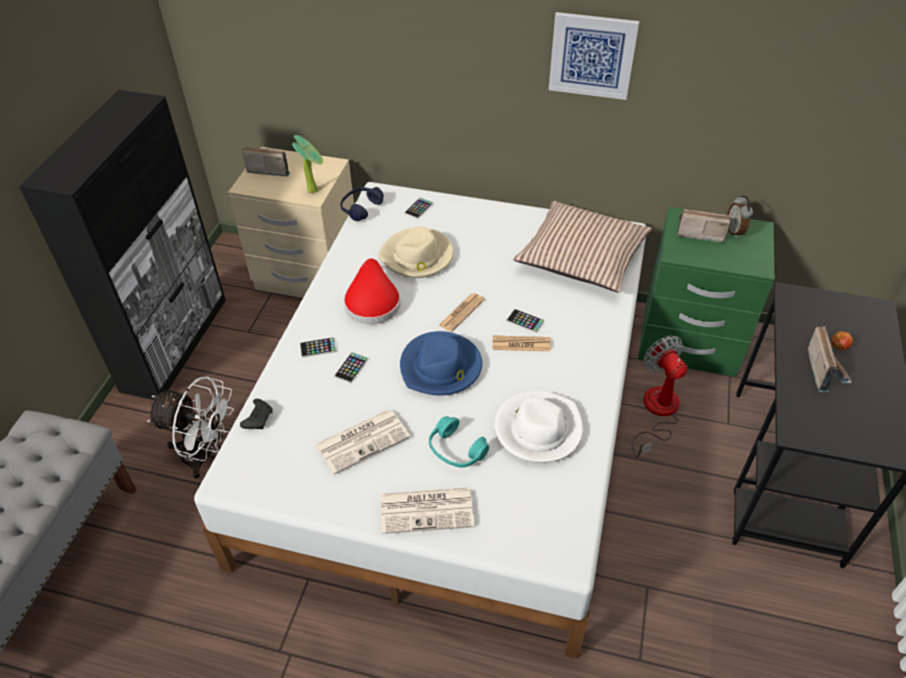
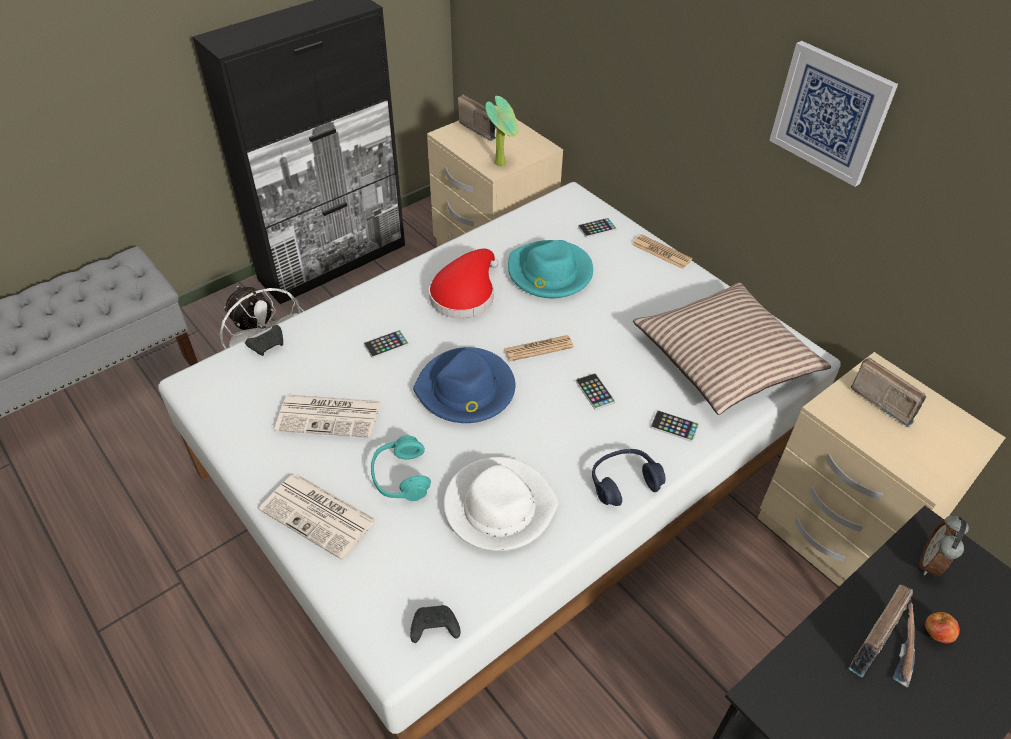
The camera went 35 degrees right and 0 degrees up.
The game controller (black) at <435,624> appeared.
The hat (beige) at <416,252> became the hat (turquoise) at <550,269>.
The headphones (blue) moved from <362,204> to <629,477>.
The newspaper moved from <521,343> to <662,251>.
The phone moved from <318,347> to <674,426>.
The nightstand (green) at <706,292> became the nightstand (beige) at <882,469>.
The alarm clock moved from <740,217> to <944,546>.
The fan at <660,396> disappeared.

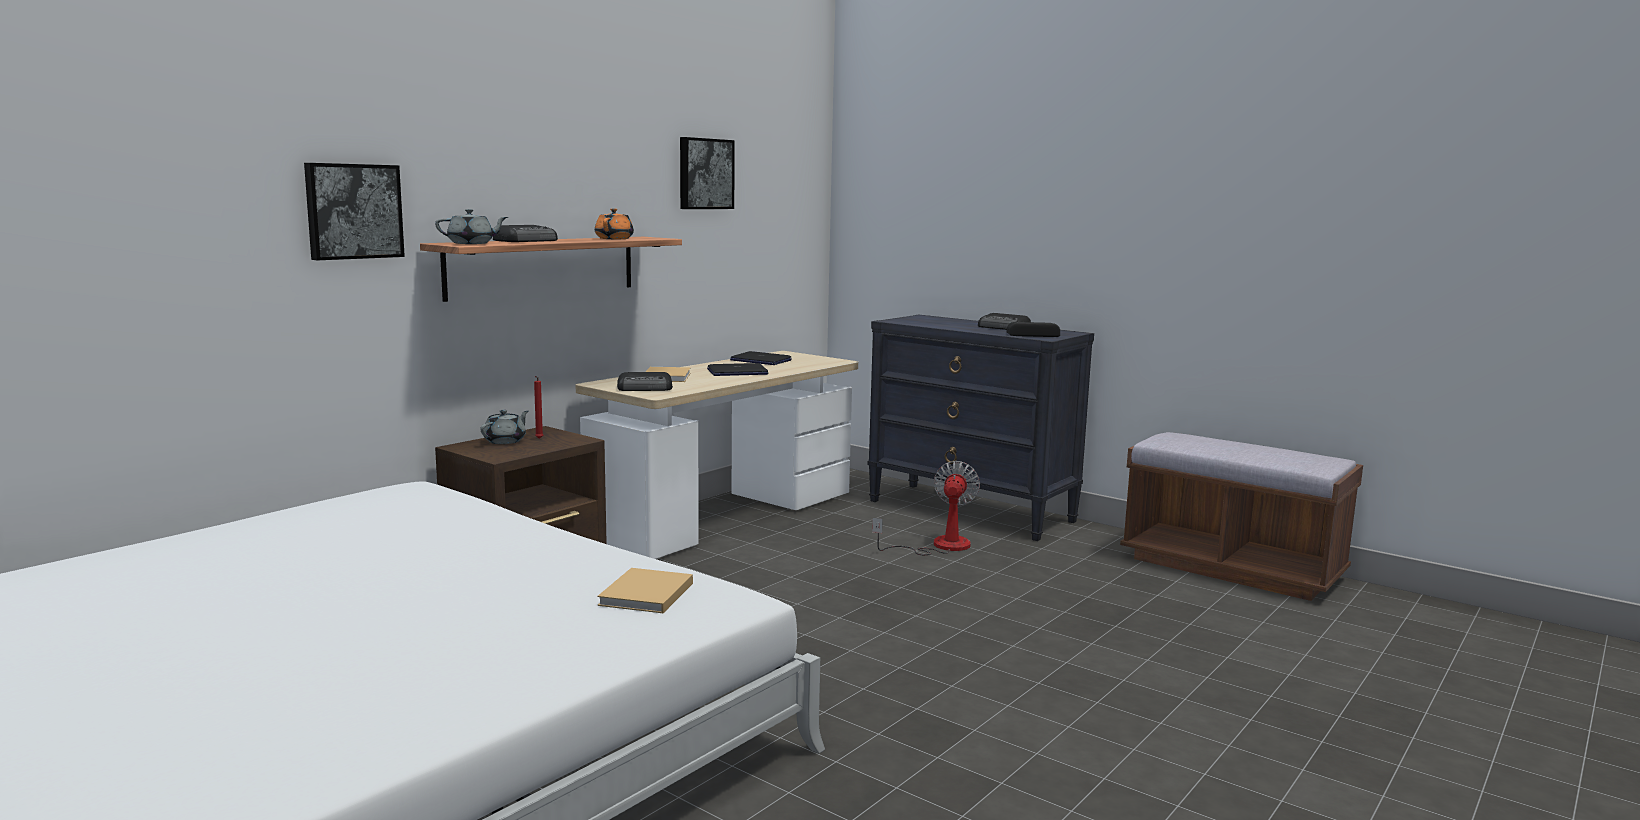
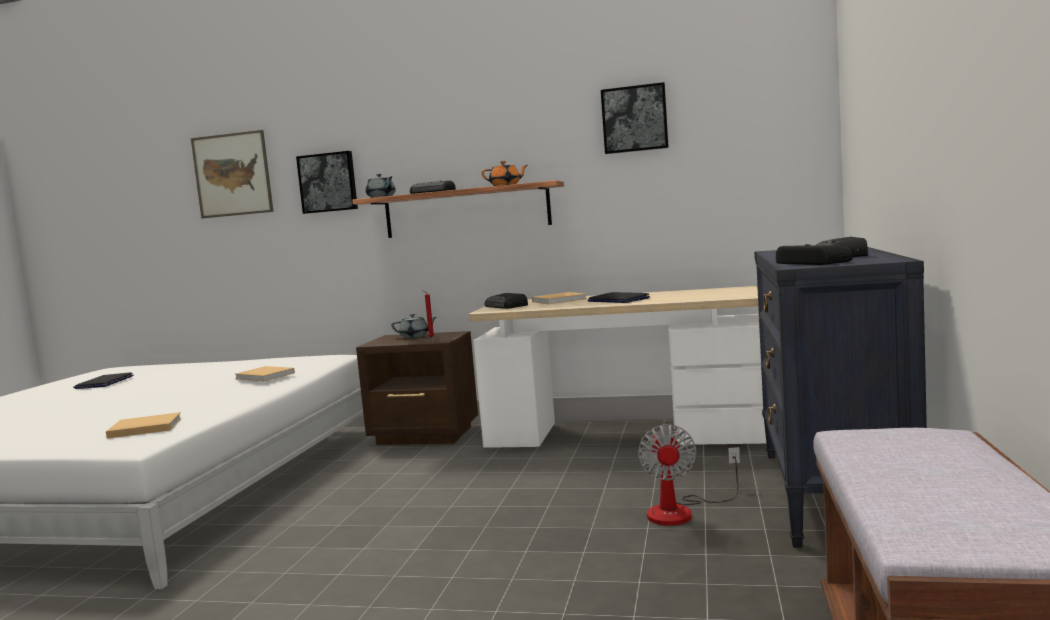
The camera went 65 degrees right and 5 degrees down.
The laptop moved from <761,358> to <103,380>.
The picture at <232,174> appeared.
The book (beige) at <265,373> appeared.
The fan at <926,508> turned 105 degrees clockwise.

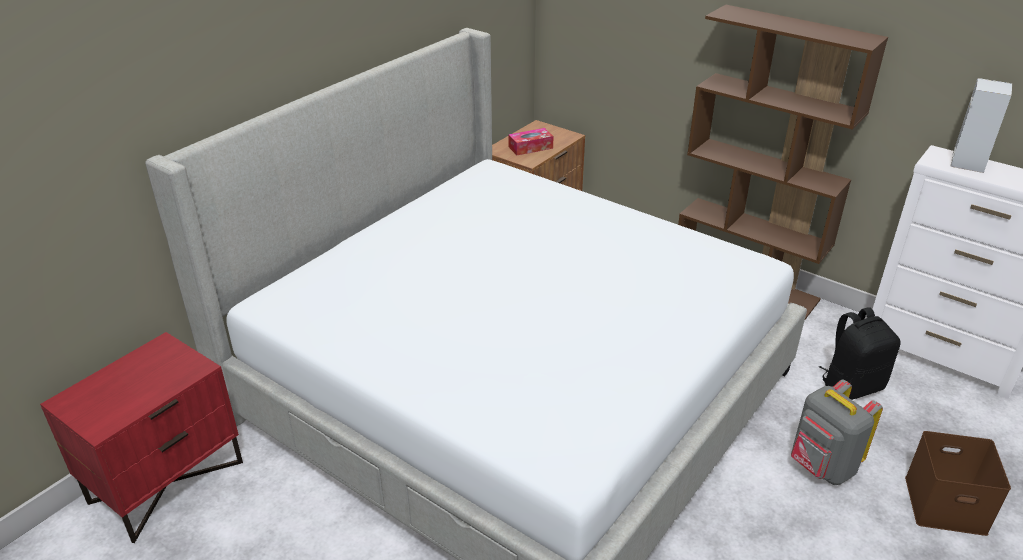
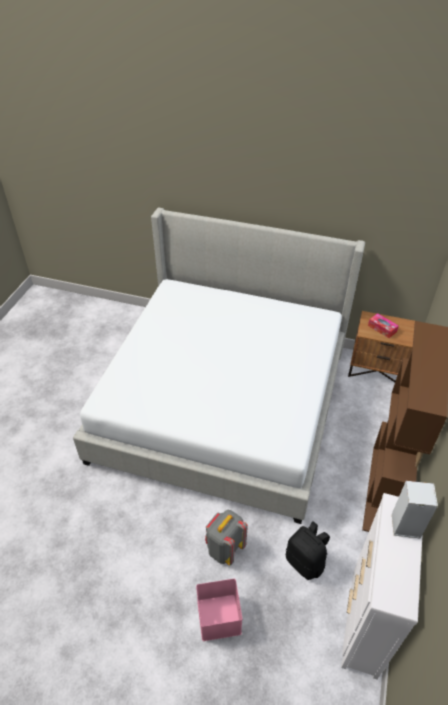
The camera went 70 degrees right and 10 degrees up.
The storage box (brown) at <958,483> became the storage box (pink) at <219,610>.
The nightstand (red) at <141,437> disappeared.

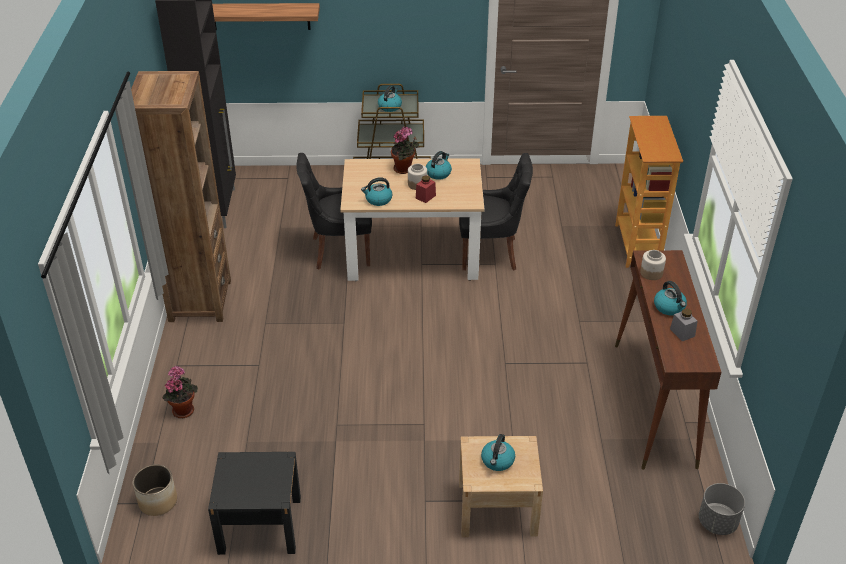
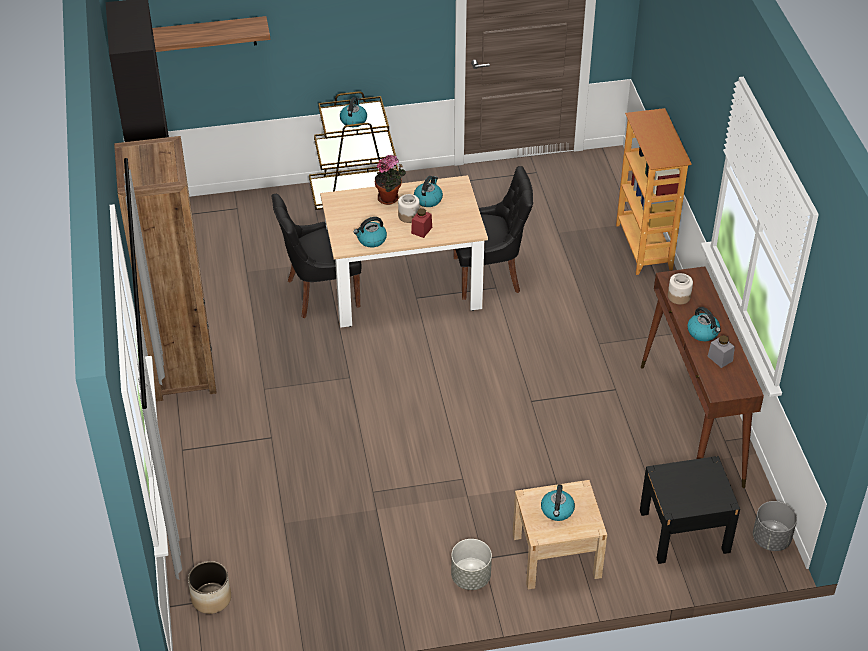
The camera went 10 degrees left and 5 degrees up.
The planter (grey) at <471,564> appeared.
The nightstand (black) moved from <254,503> to <690,510>.
The potted plant at <180,392> disappeared.

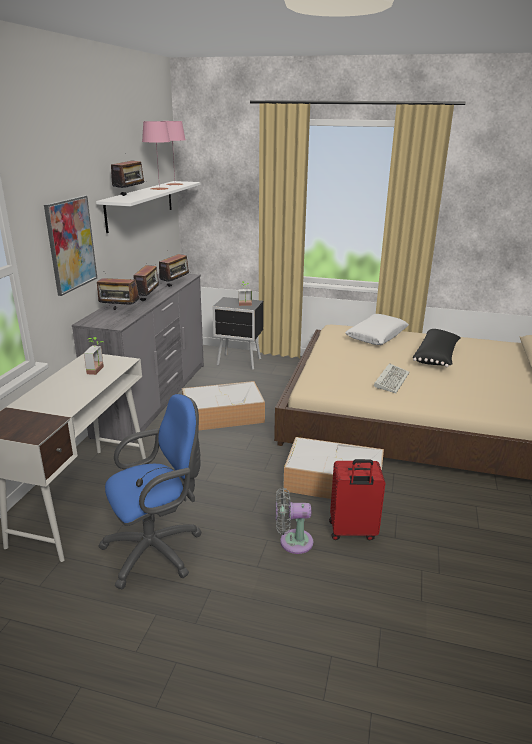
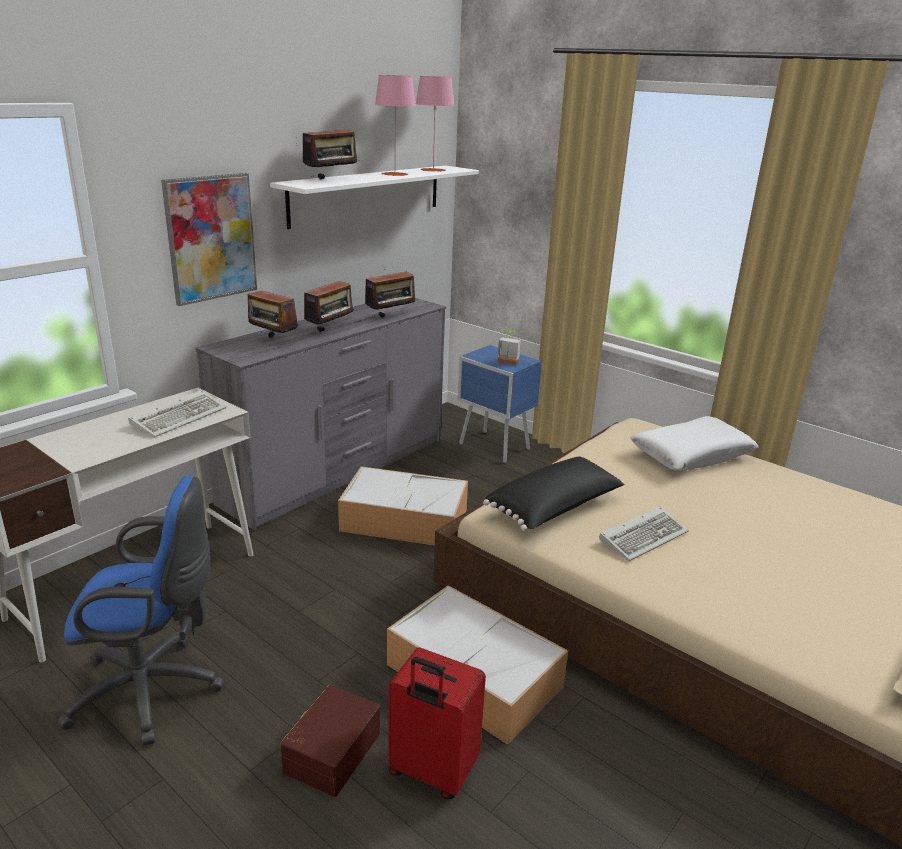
The camera went 25 degrees right and 0 degrees up.
The potted plant at <94,356> was replaced by the keyboard at <177,414>.
The fan (grey) at <294,520> was replaced by the storage box (brown) at <330,741>.
The nightstand (black) at <238,333> became the nightstand (blue) at <500,404>.
The pillow (black) moved from <437,348> to <554,493>.

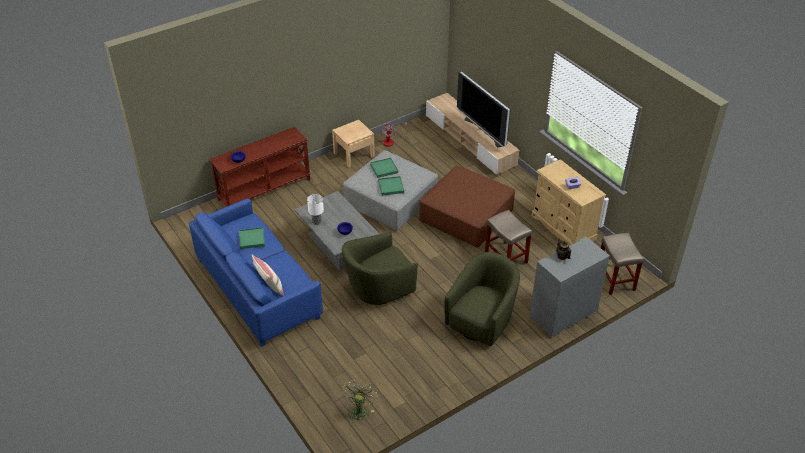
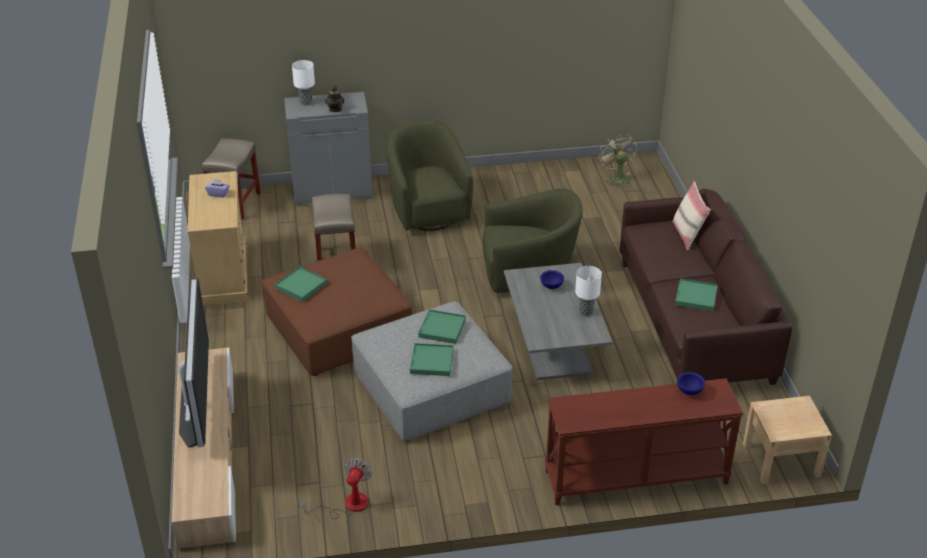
The camera went 155 degrees left and 5 degrees down.
The tray (green) at <301,284> appeared.
The table lamp at <303,83> appeared.
The armchair (green) at <482,299> turned 105 degrees clockwise.
The fan (green) at <360,401> turned 120 degrees clockwise.
The sofa (blue) at <256,273> became the sofa (brown) at <706,286>.
The nightstand (beige) moved from <353,144> to <787,440>.

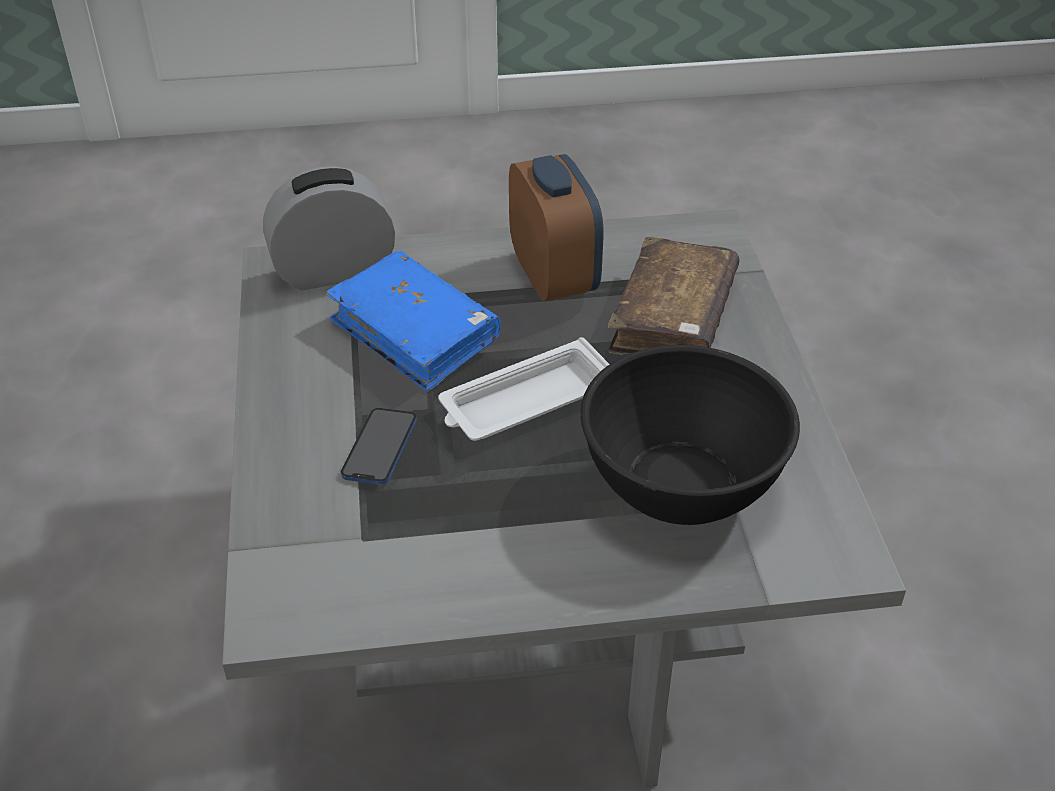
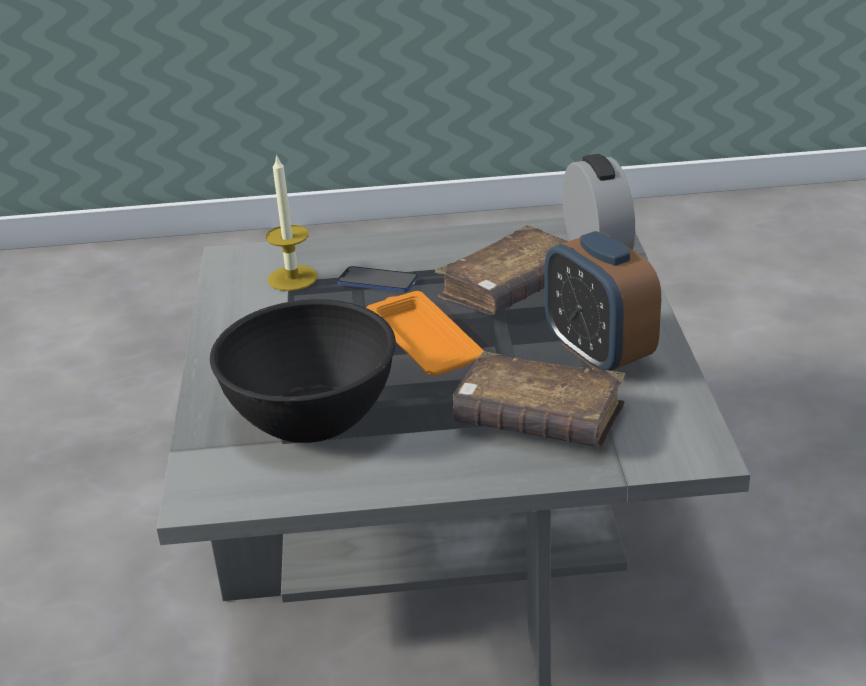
The camera went 95 degrees right and 10 degrees down.
The candle at <291,222> appeared.
The tray (white) at <523,389> became the tray (orange) at <425,333>.
The book (blue) at <413,321> became the book (brown) at <501,270>.
The alarm clock at <556,227> turned 75 degrees clockwise.

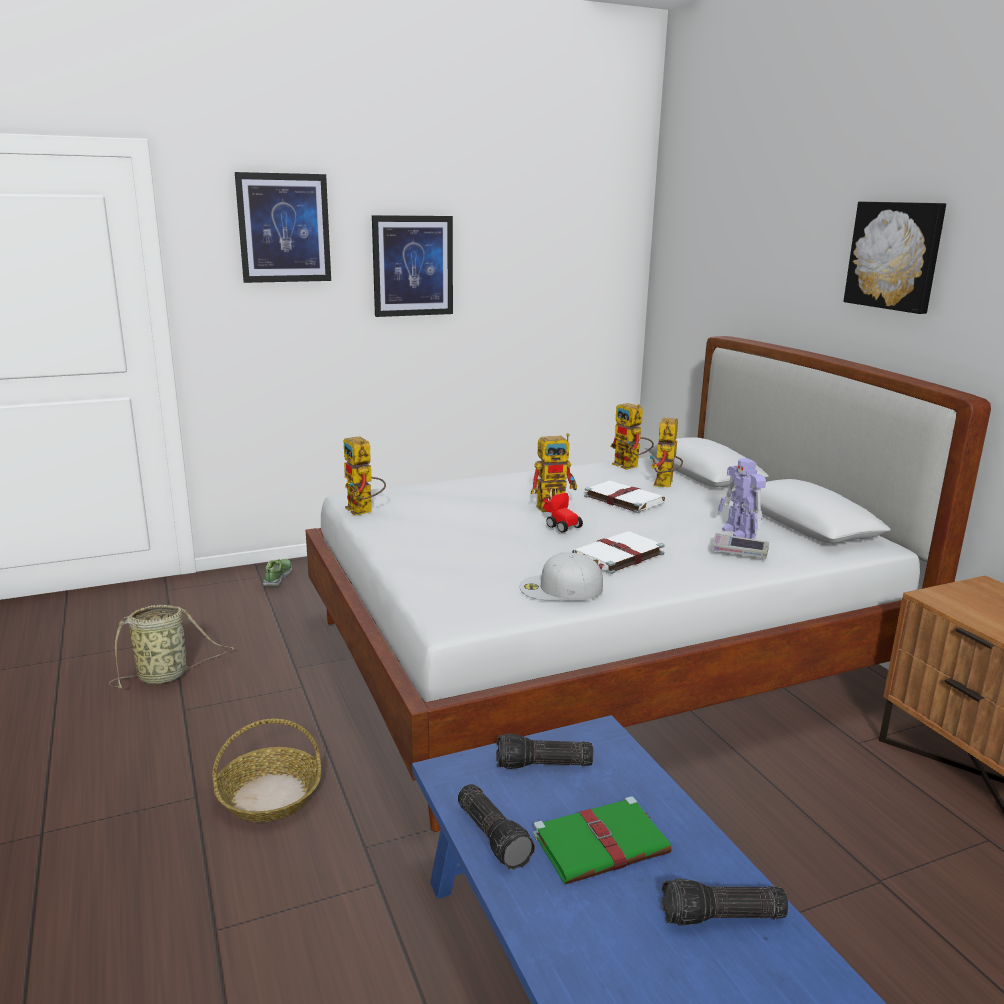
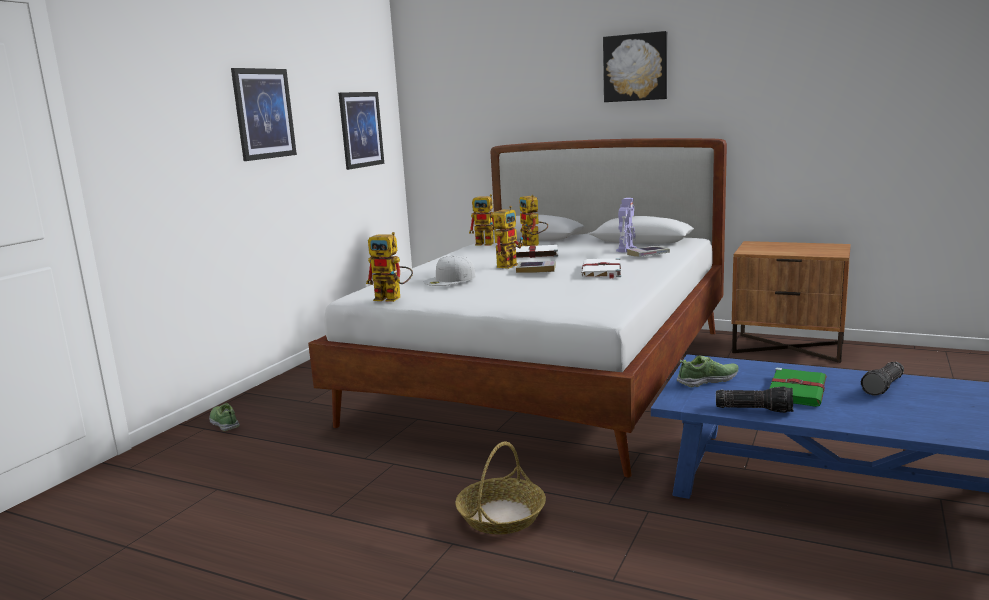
The camera went 40 degrees left and 5 degrees down.
The picture moved from <283,227> to <361,131>.
The cap (white) moved from <561,576> to <450,271>.
The toy car at <563,510> was replaced by the book at <536,267>.
The toy robot at <742,498> turned 90 degrees counterclockwise.
The flashlight at <545,751> was replaced by the shoe at <708,371>.
The basket at <171,646> disappeared.

